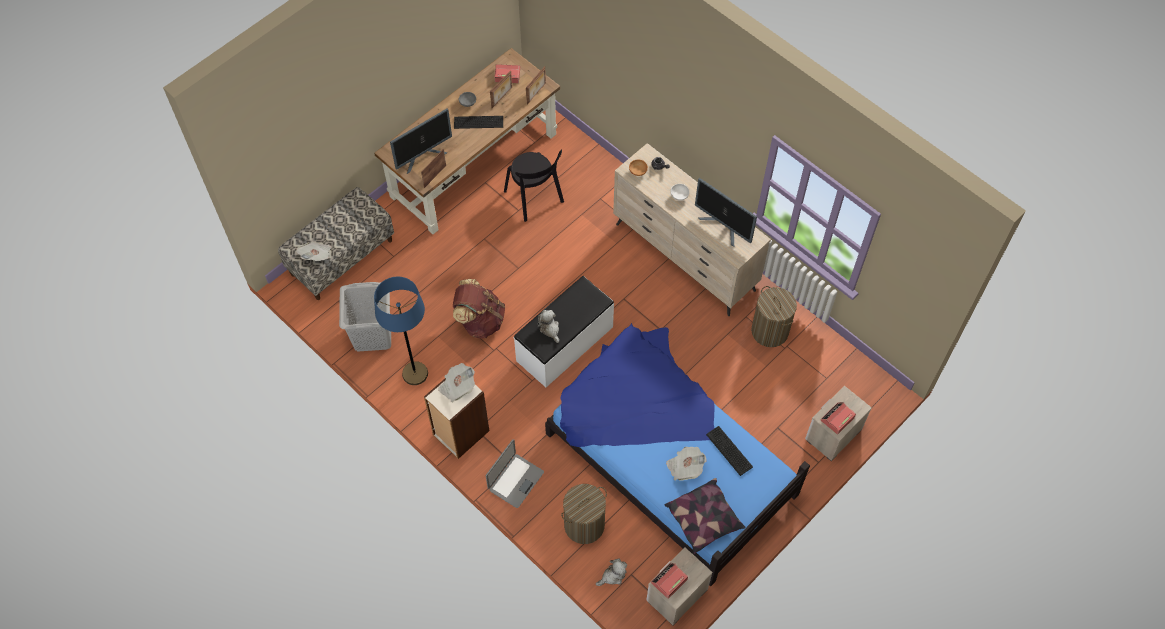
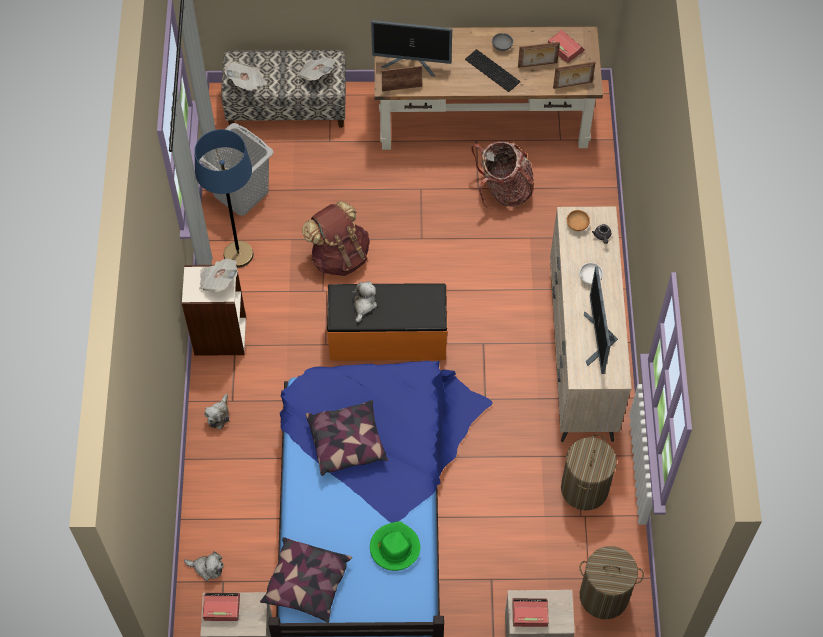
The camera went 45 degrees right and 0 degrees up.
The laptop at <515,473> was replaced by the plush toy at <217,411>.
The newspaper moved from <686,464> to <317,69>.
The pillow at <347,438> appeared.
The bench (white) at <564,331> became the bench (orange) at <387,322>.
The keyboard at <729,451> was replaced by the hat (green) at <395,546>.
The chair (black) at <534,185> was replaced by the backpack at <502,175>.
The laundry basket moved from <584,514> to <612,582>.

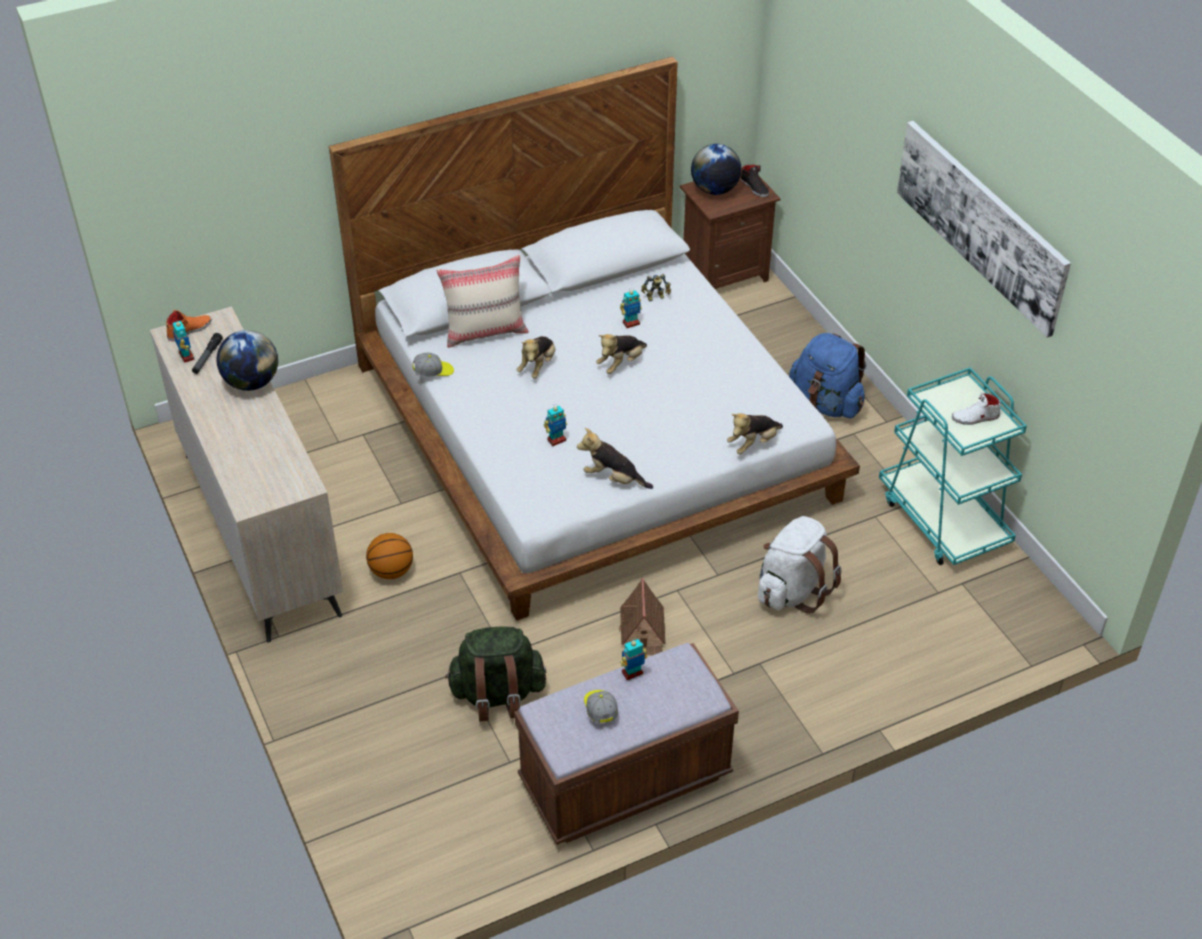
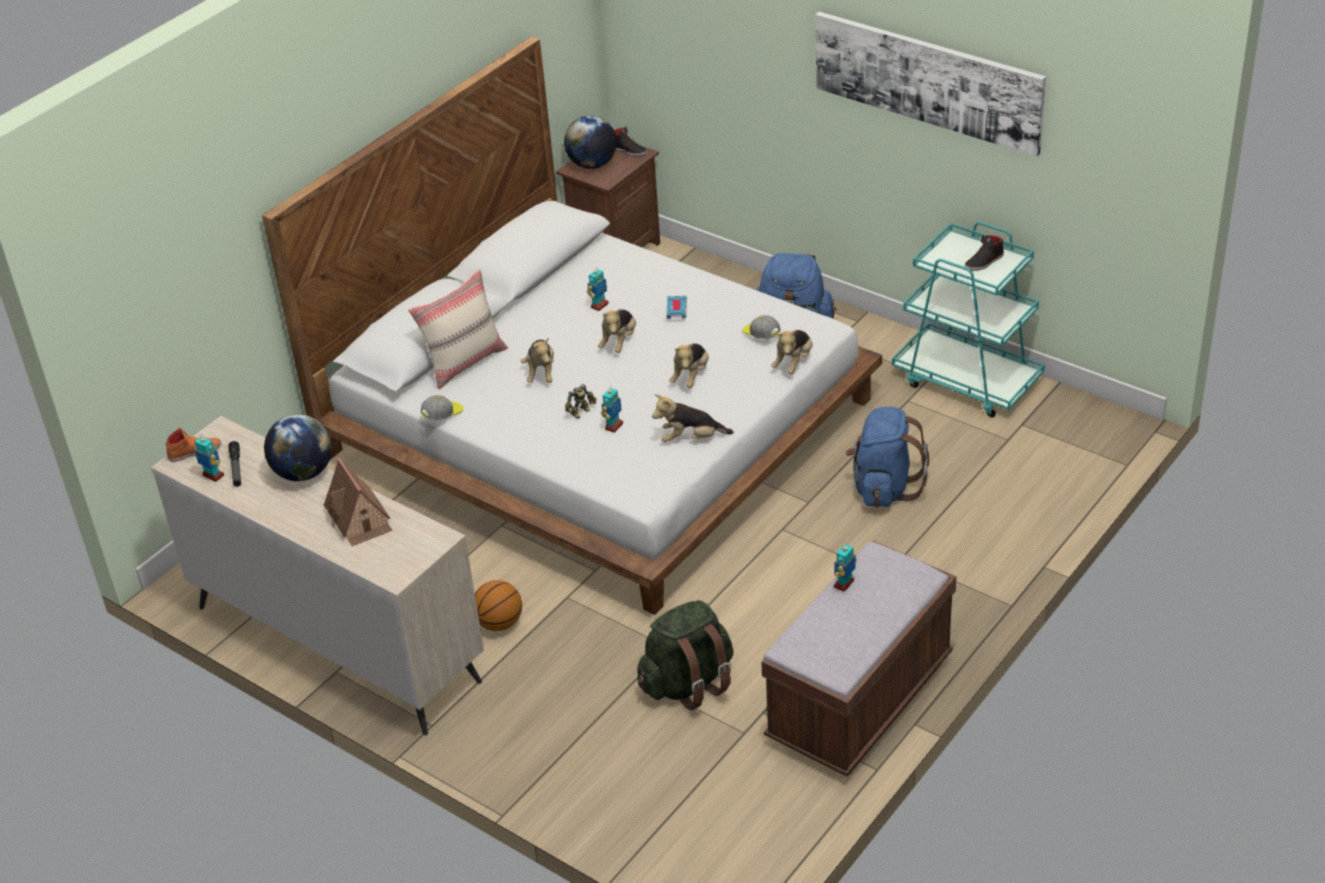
The camera went 25 degrees left and 5 degrees down.
The shoe (orange) at <189,325> turned 45 degrees clockwise.
The toy house moved from <642,616> to <358,502>.
The toy robot moved from <656,287> to <581,401>.
The toy car at <676,307> appeared.
The plush toy at <689,365> appeared.
The cap moved from <601,706> to <762,327>.
The backpack (white) at <799,565> became the backpack (blue) at <887,457>.
The shoe (white) at <976,408> became the shoe (black) at <984,253>.

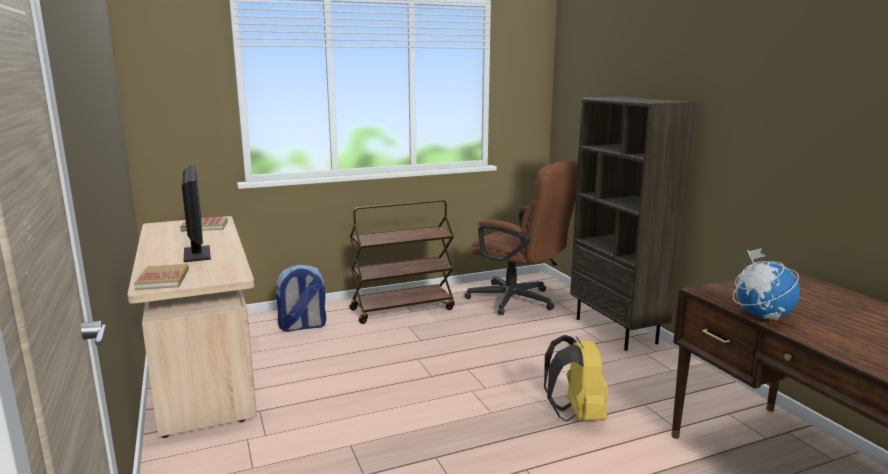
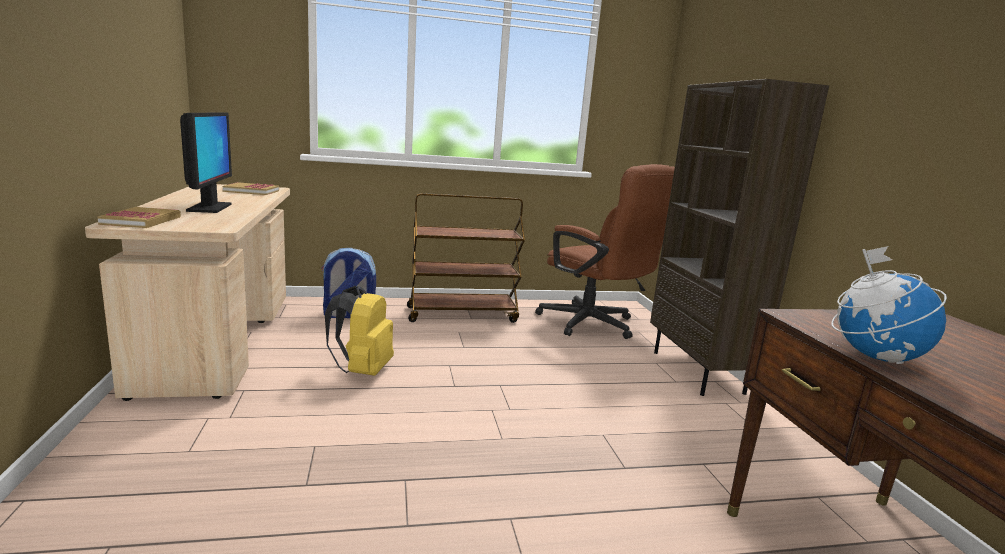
The camera went 10 degrees right and 0 degrees up.
The backpack (yellow) moved from <576,378> to <359,331>.

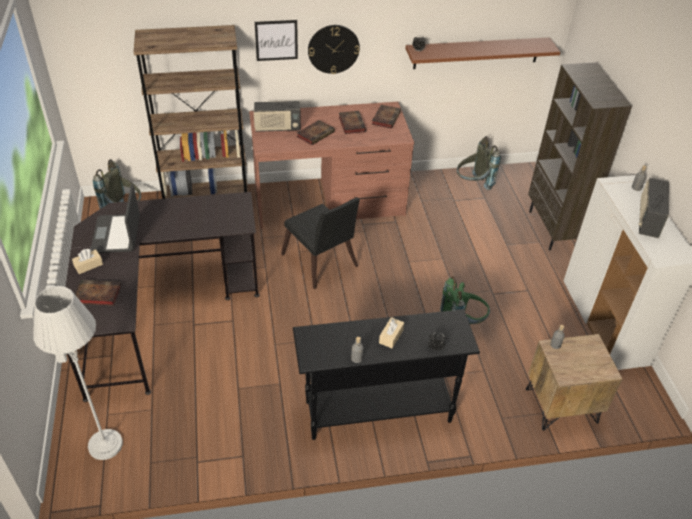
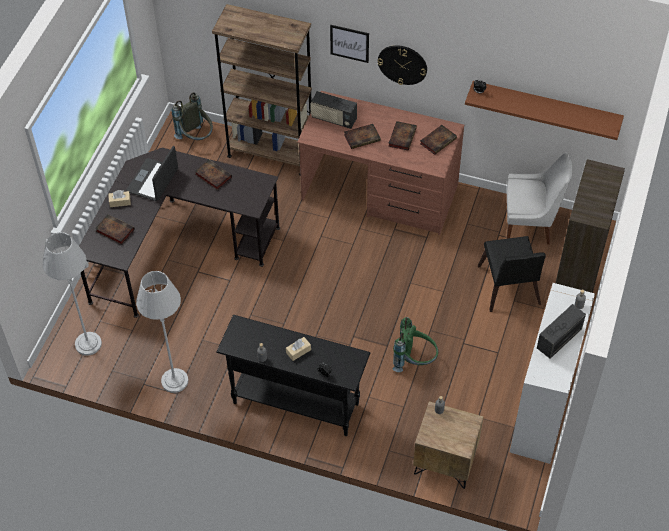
The camera went 30 degrees right and 10 degrees up.
The floor lamp (grey) at <162,332> appeared.
The book at <213,175> appeared.
The chair (black) moved from <320,243> to <512,274>.
The backpack (grey) at <479,163> was replaced by the chair (white) at <539,198>.

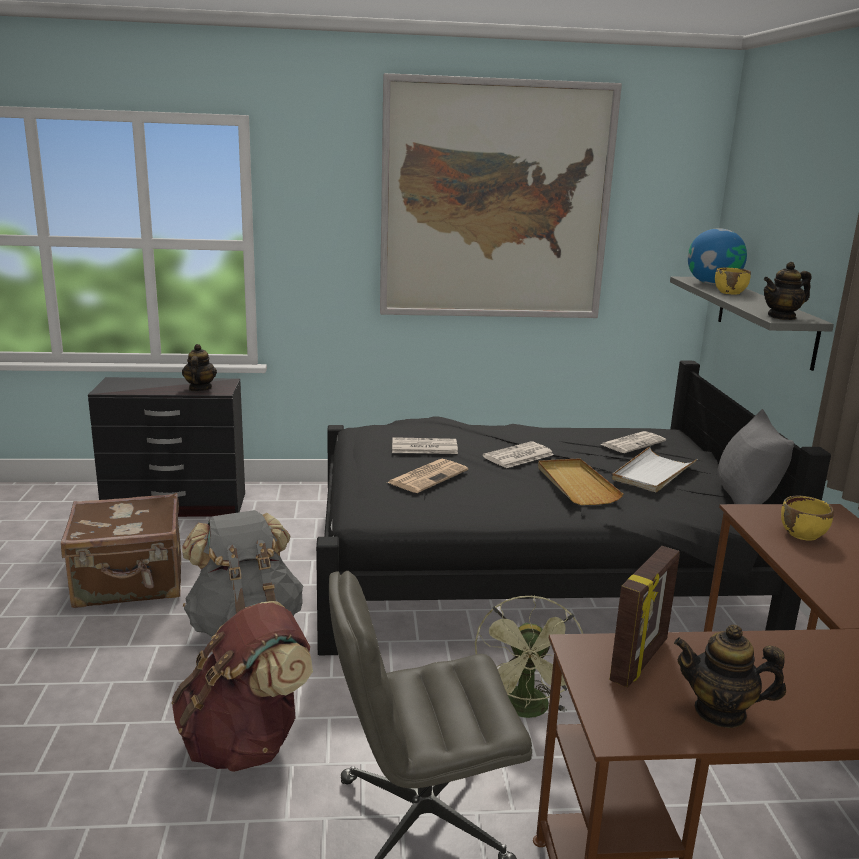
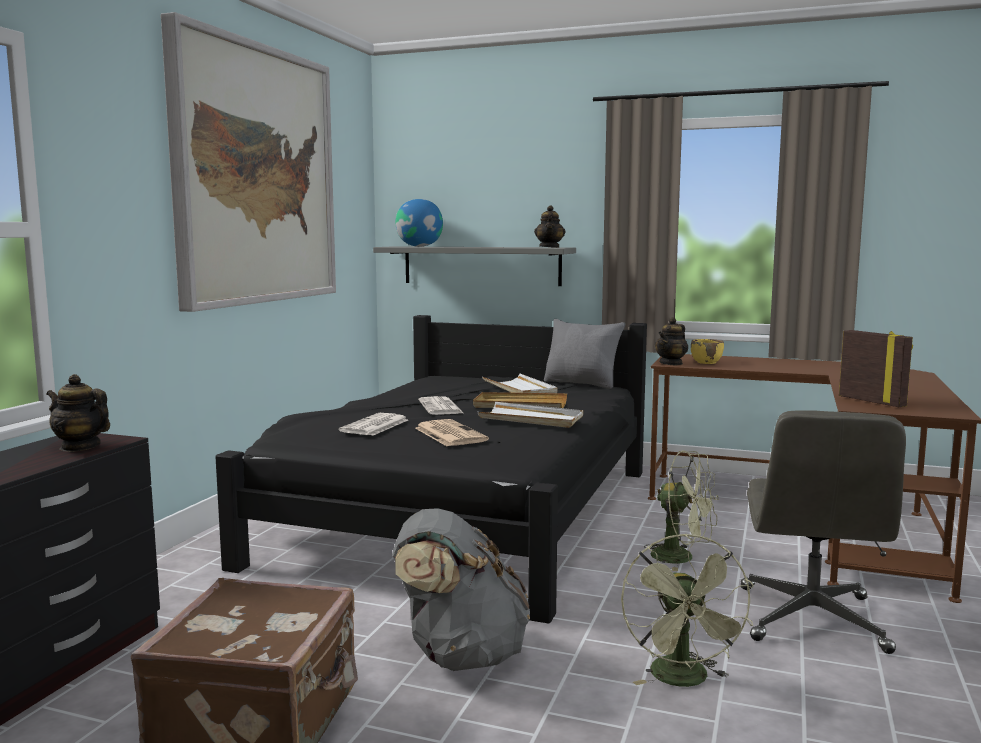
The camera went 65 degrees left and 10 degrees down.
The tray (white) at <530,415> appeared.
The backpack (brown) at <242,686> was replaced by the fan (green) at <687,610>.
The teapot moved from <730,676> to <671,341>.
The newspaper at <633,442> disappeared.
The bowl (yellow) at <733,281> disappeared.

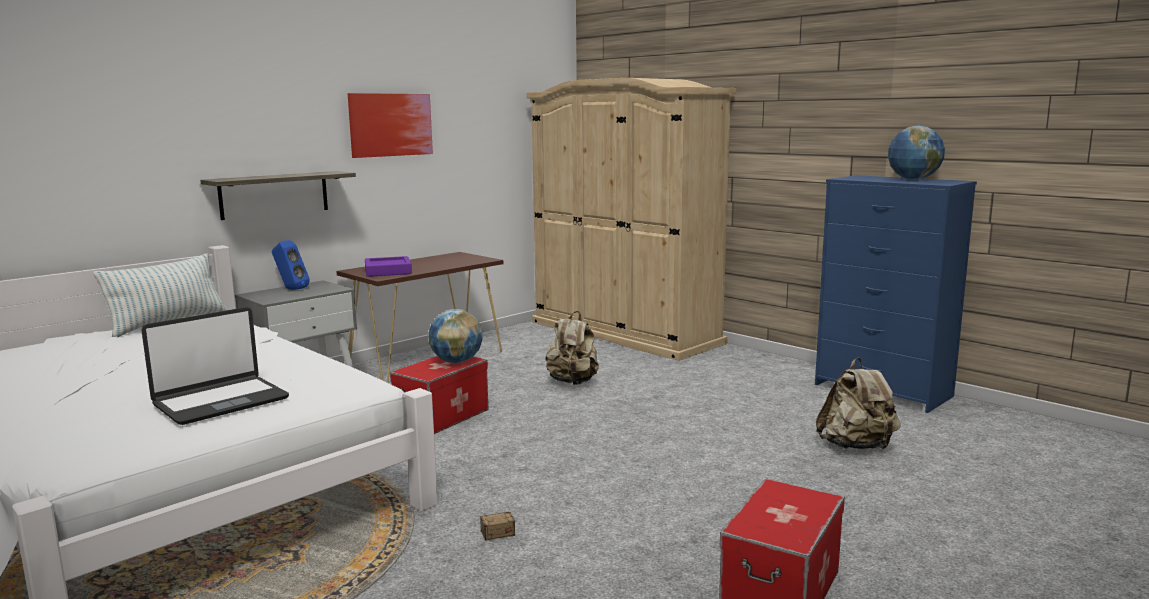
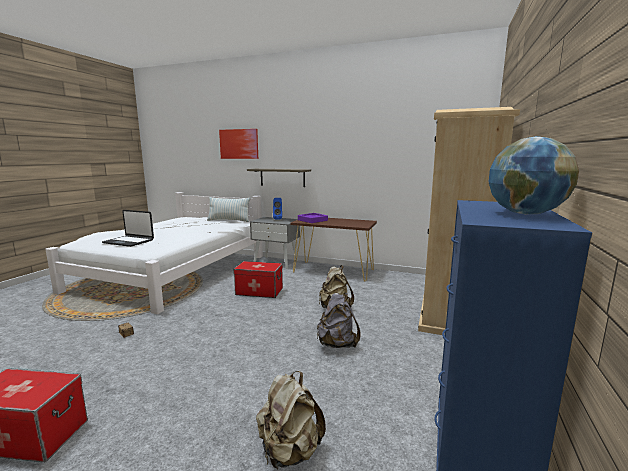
The camera went 65 degrees right and 0 degrees up.
The picture moved from <390,125> to <238,144>.
The backpack (grey) at <338,320> appeared.
The globe at <455,336> disappeared.

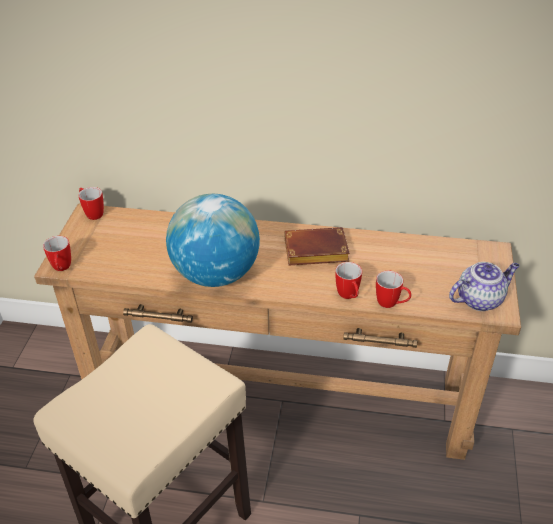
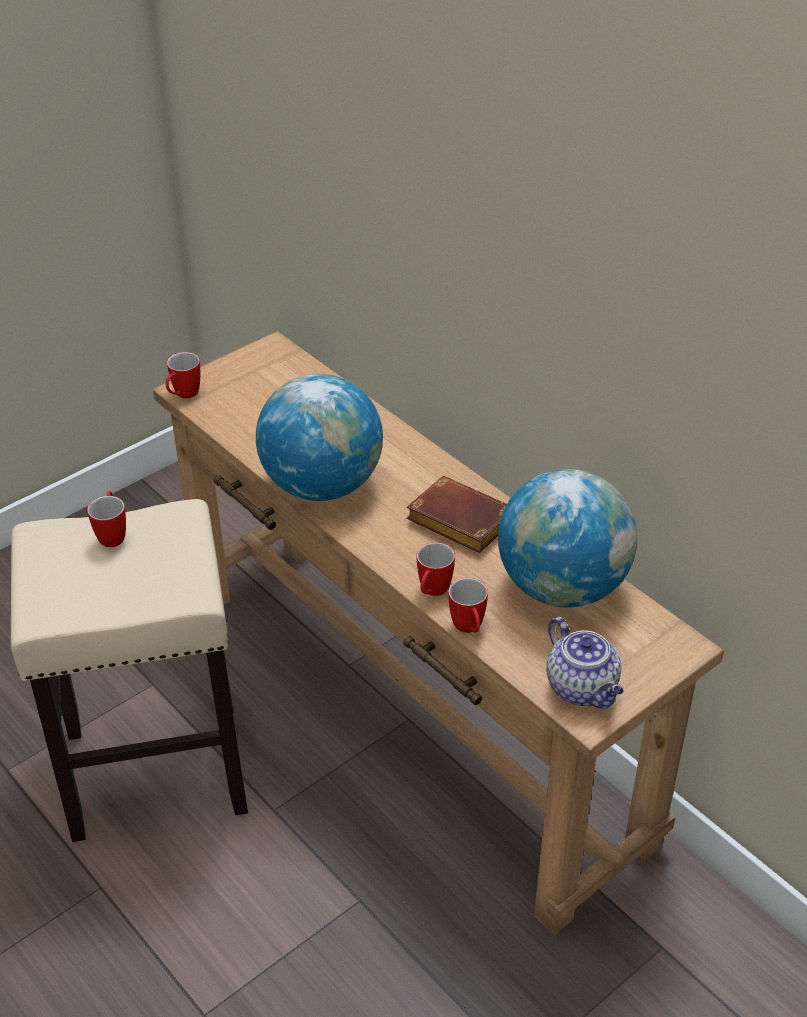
The camera went 40 degrees right and 0 degrees up.
The mug moved from <91,203> to <106,519>.
The globe at <567,538> appeared.
The teapot at <484,286> turned 45 degrees clockwise.

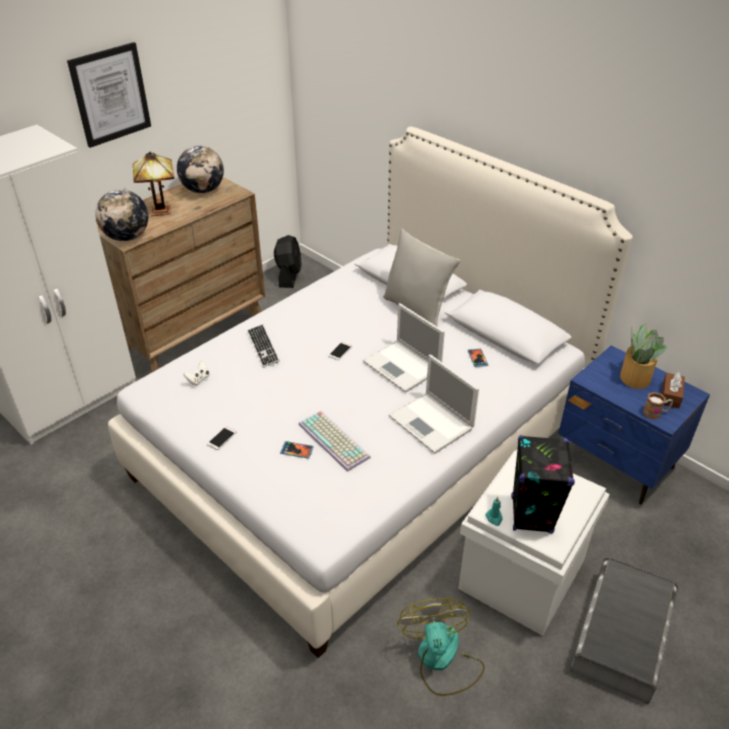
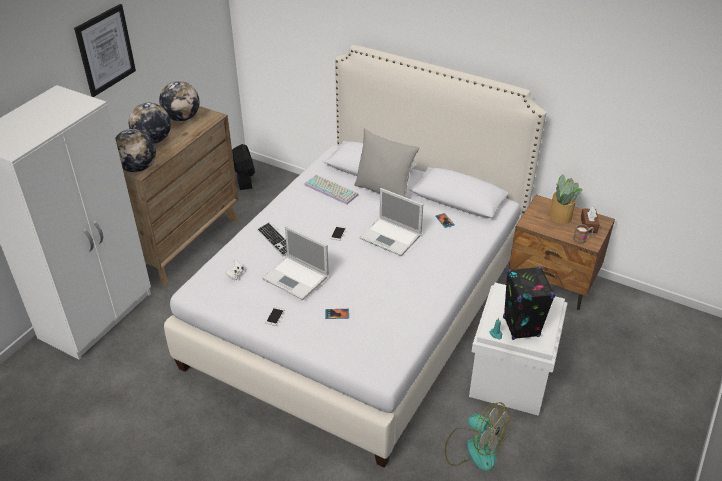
The camera went 15 degrees left and 0 degrees up.
The table lamp at <154,184> was replaced by the globe at <150,123>.
The laptop moved from <434,404> to <295,263>.
The keyboard moved from <335,441> to <331,189>.
The fan at <441,647> turned 150 degrees clockwise.
The nightstand (blue) at <634,425> became the nightstand (brown) at <562,252>.
The storage box (grey) at <624,631> disappeared.

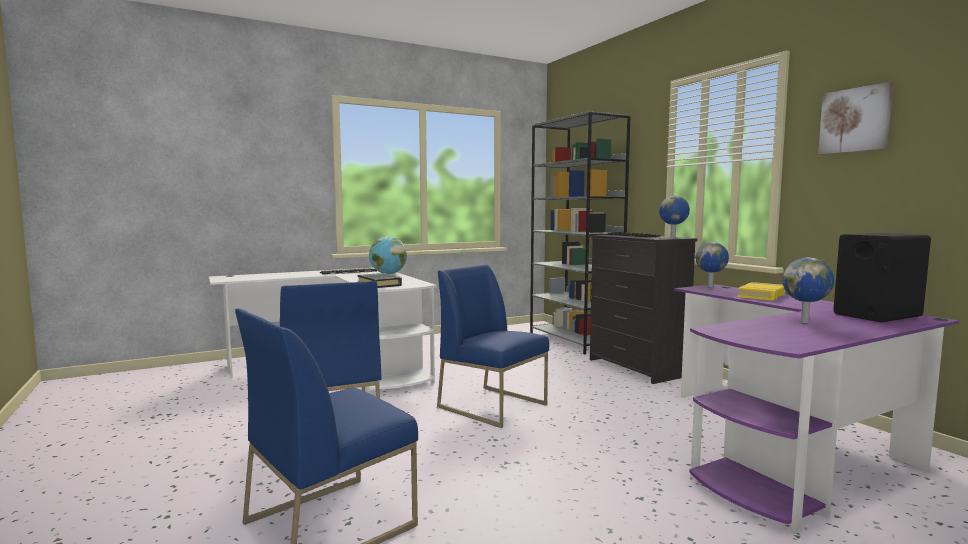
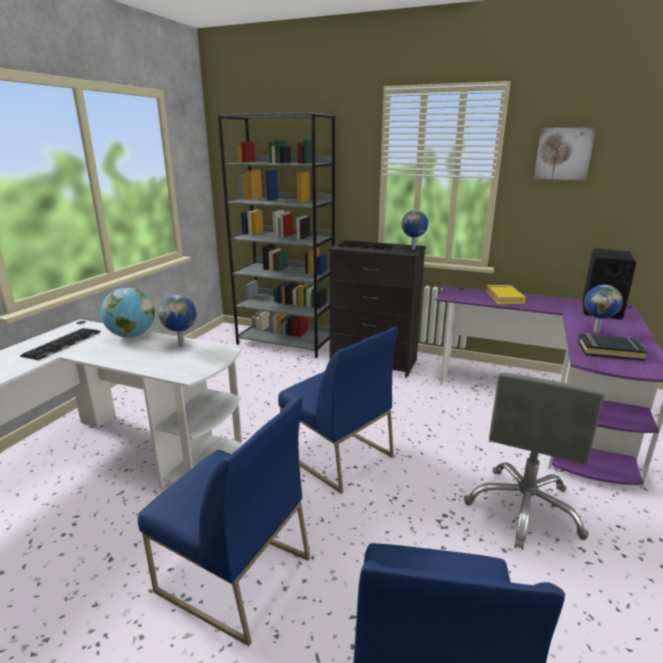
The camera went 40 degrees left and 15 degrees up.
The globe moved from <712,264> to <177,321>.
The chair (blue) at <493,346> turned 135 degrees counterclockwise.
The office chair (grey) at <534,461> appeared.
The book (black) moved from <379,280> to <613,347>.

